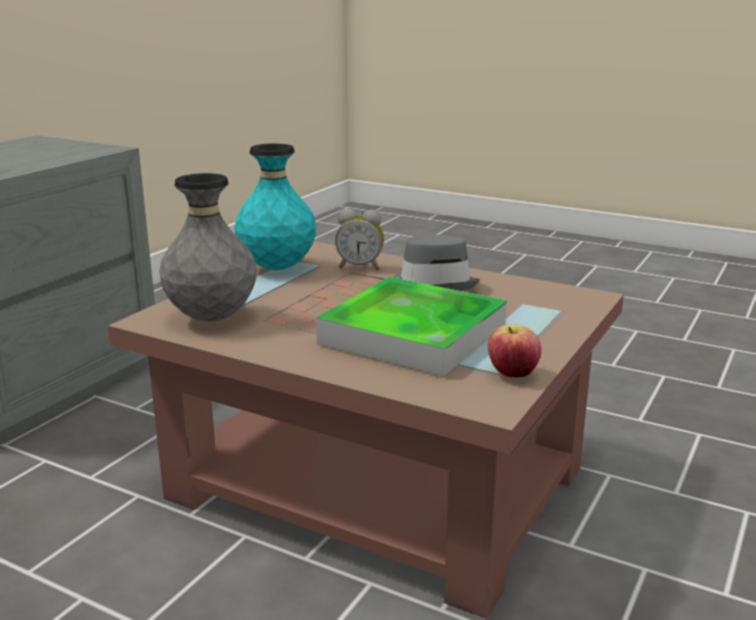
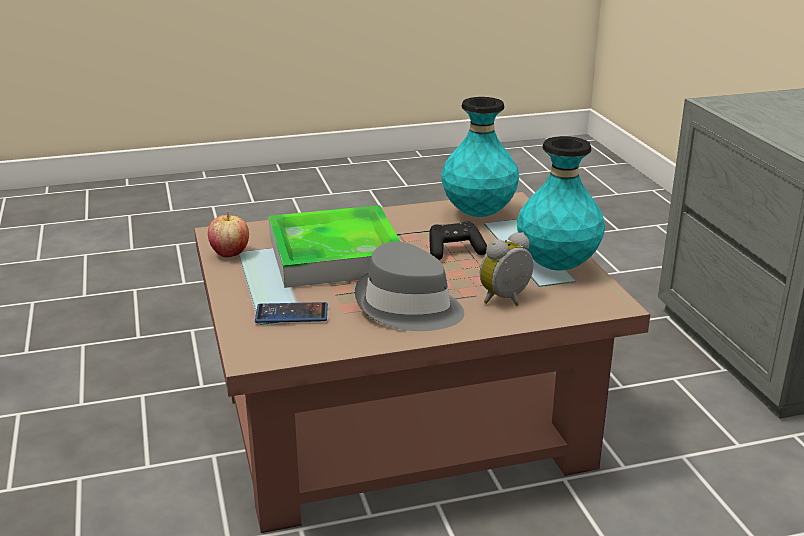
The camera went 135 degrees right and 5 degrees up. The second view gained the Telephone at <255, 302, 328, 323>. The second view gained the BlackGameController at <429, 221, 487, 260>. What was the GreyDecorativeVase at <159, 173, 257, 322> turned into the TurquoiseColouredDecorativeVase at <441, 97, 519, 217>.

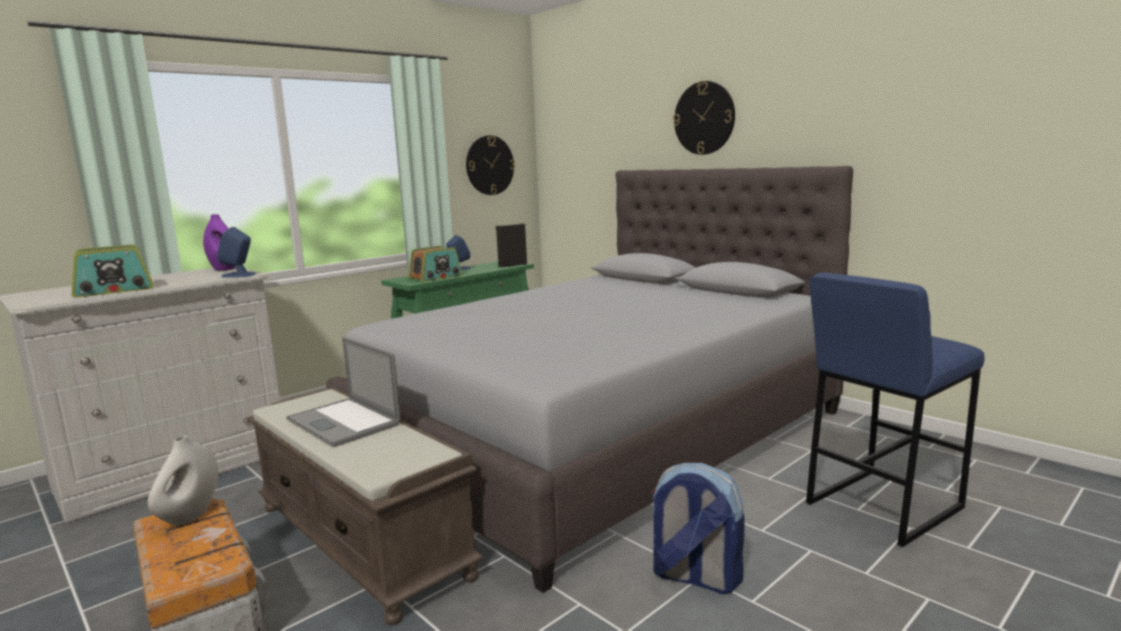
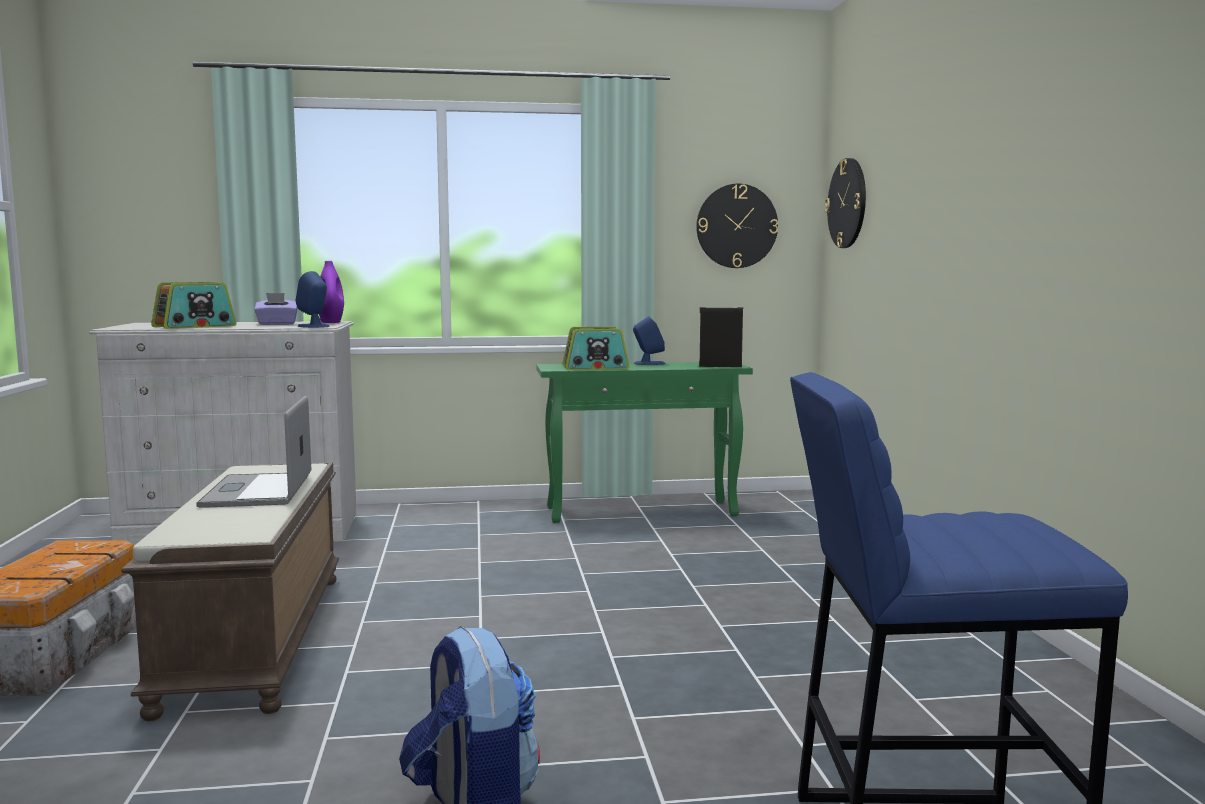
The camera went 35 degrees right and 5 degrees down. The second view lost the WhitishDecorativeVase at <148, 436, 218, 525>. The second view lost the GreySleepingBed at <326, 166, 853, 593>. The second view gained the PurpleBoxOfTissues at <254, 293, 298, 325>. The WallClock ended up elsewhere, having gone from <673, 81, 735, 155> to <825, 158, 866, 248>. The RadioSet at <72, 244, 154, 297> ended up facing another way, 45 degrees counterclockwise from before.

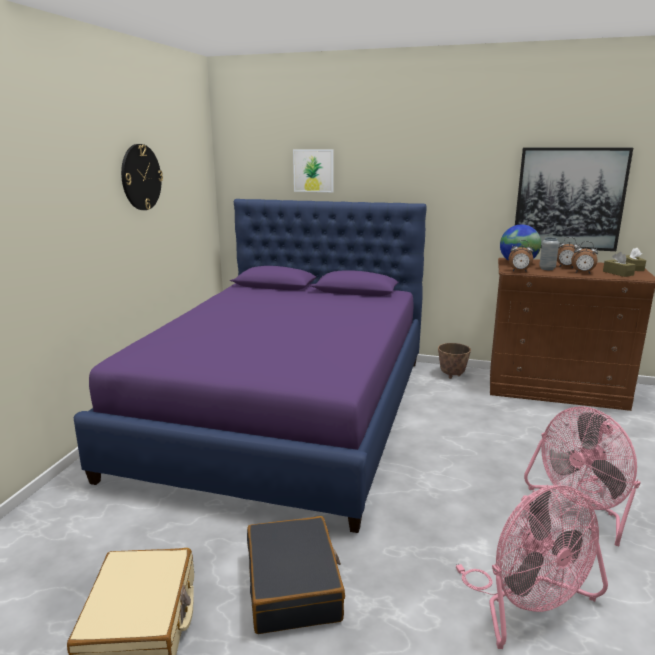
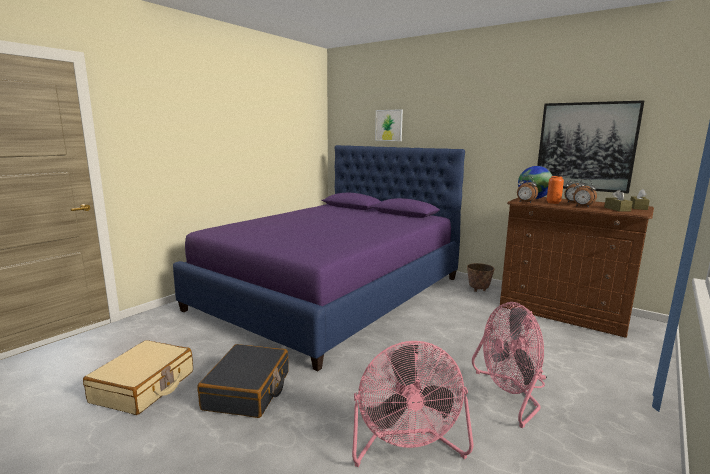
The camera went 20 degrees right and 5 degrees down. The second view lost the WallClock at <121, 144, 163, 210>. What was the GreyDecorativeVase at <539, 237, 559, 270> turned into the OrangeyDecorativeVase at <547, 176, 564, 204>.

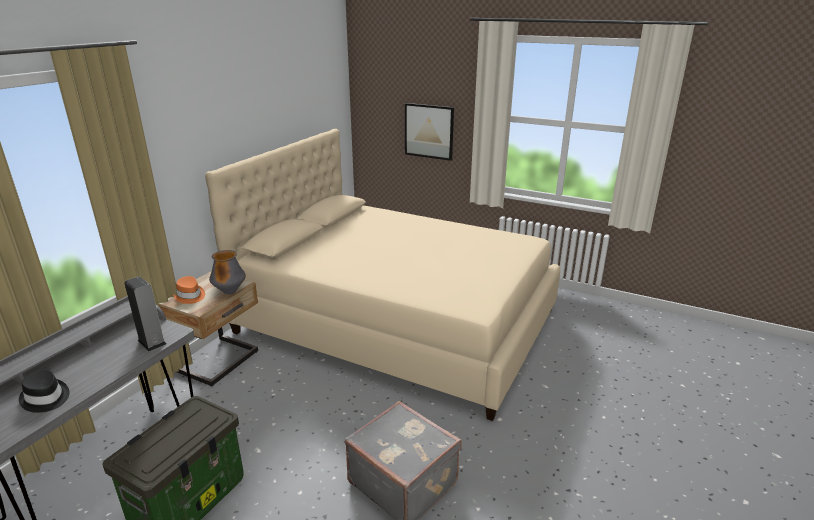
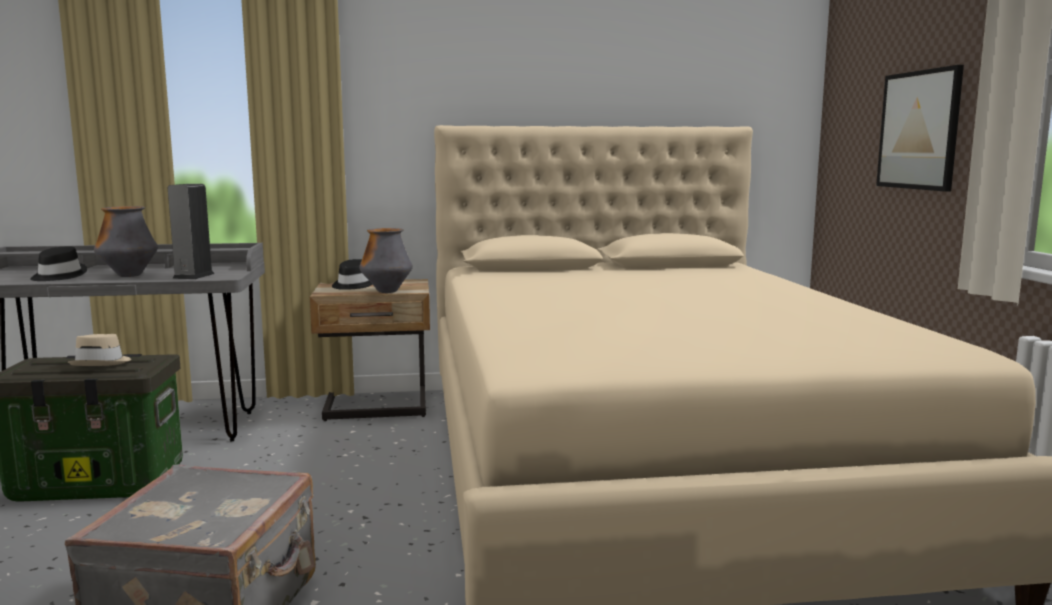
The camera went 55 degrees right and 15 degrees down. The second view gained the BeigeClothingHat at <68, 334, 131, 366>. The second view gained the DecorativeVase at <94, 206, 158, 277>. What was the OrangeyClothingHat at <173, 276, 205, 304> turned into the BlackClothingHat at <332, 259, 373, 290>.

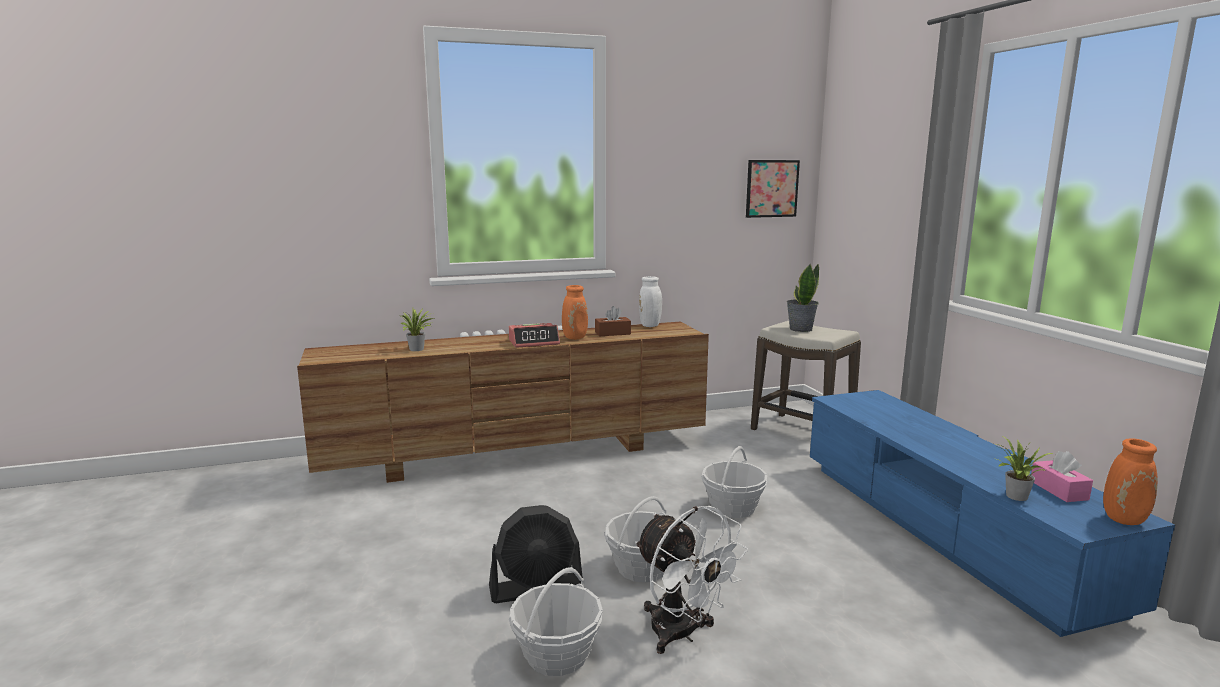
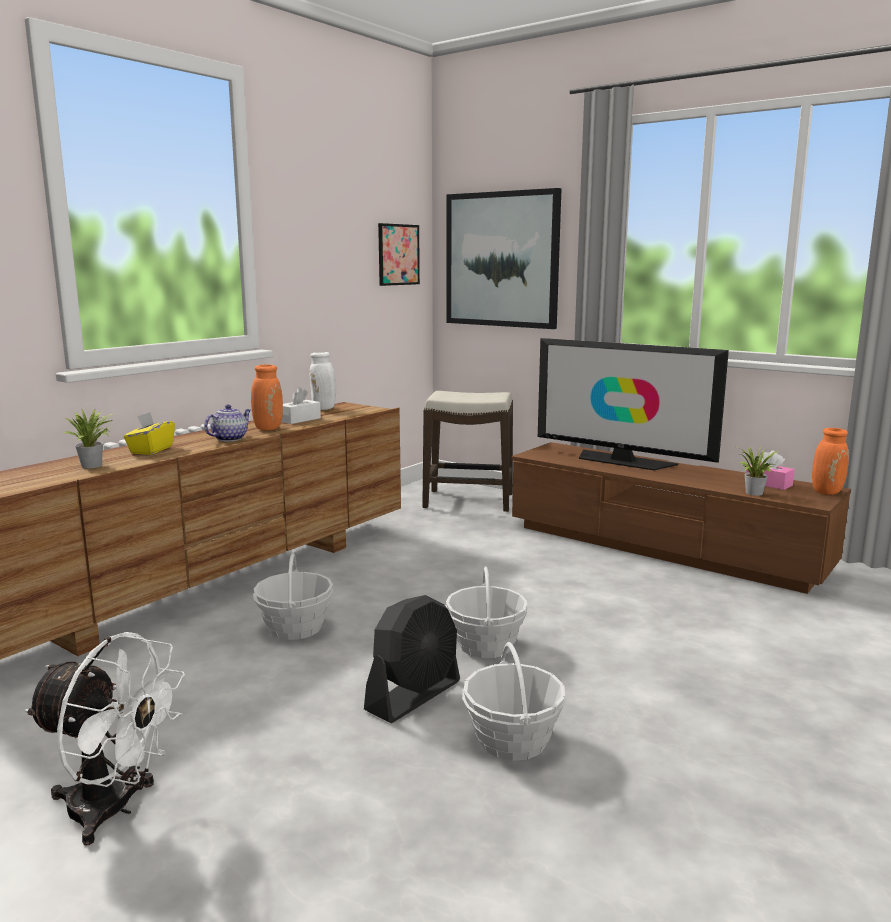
The camera went 35 degrees left and 0 degrees up. The second view lost the PottedPlant at <787, 263, 819, 332>. The second view gained the YellowishBoxOfTissues at <124, 412, 175, 455>. The second view gained the Picture at <446, 188, 562, 329>. The second view gained the Tv at <538, 338, 729, 470>. The WhitishElectricFan ended up elsewhere, having gone from <635, 506, 748, 654> to <25, 632, 185, 845>. The Basket ended up elsewhere, having gone from <701, 446, 767, 518> to <253, 553, 333, 640>. Where the AlarmClock stood at <509, 323, 560, 348>, the PotForTea came to stand at <204, 405, 251, 442>. What was the BrownBoxOfTissues at <595, 306, 631, 336> turned into the WhitishBoxOfTissues at <281, 387, 321, 424>. What was the BlueMediaConsole at <810, 390, 1175, 637> turned into the BrownMediaConsole at <511, 442, 851, 594>.

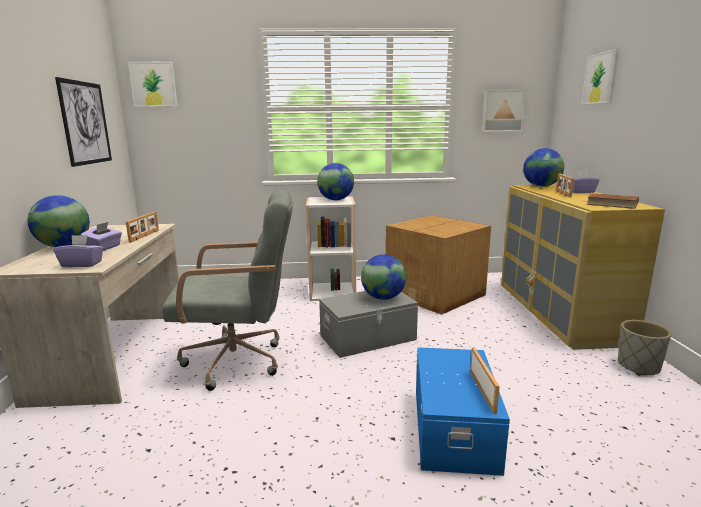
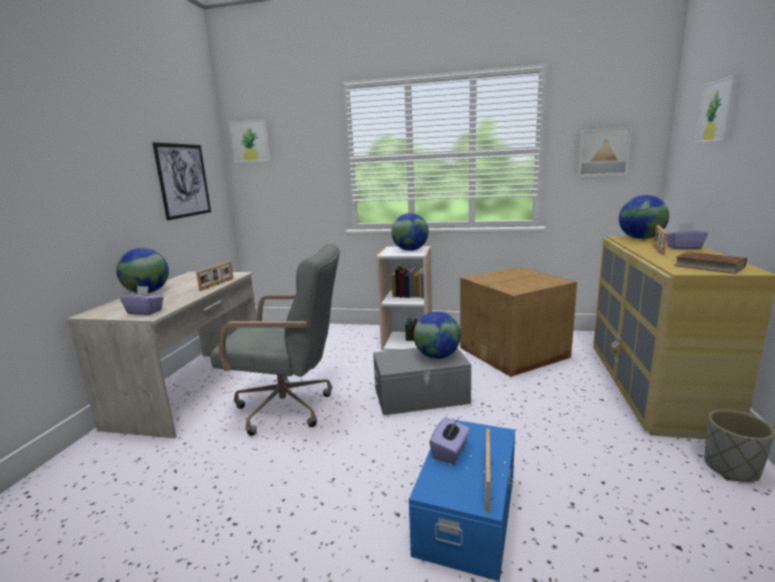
The camera went 15 degrees right and 0 degrees up. The PurpleBoxOfTissues ended up elsewhere, having gone from <80, 222, 122, 251> to <429, 417, 470, 464>.

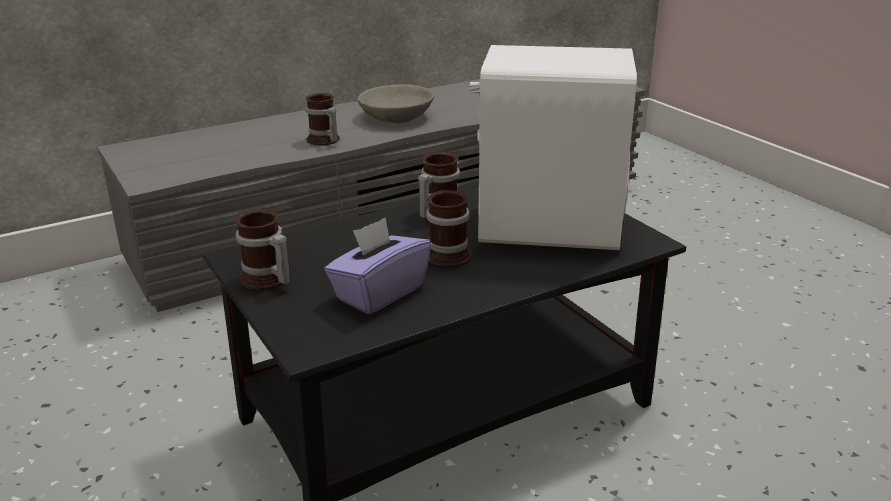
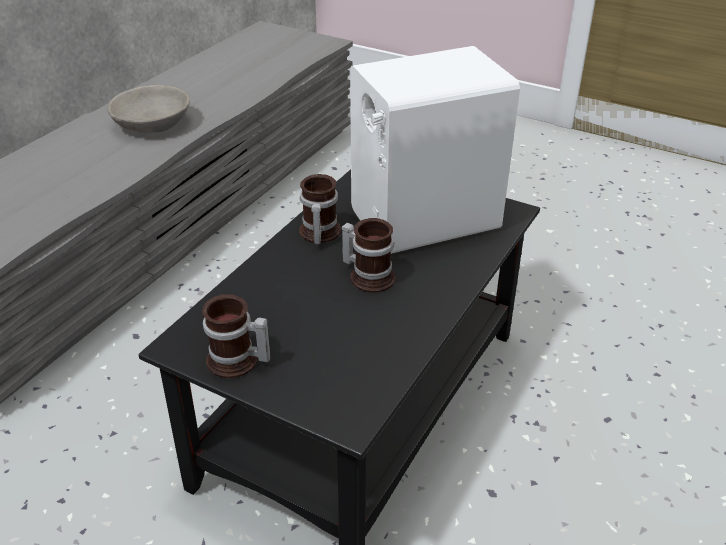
The camera went 30 degrees left and 10 degrees up. The second view lost the TeaMug at <306, 93, 340, 145>. The second view lost the PurpleBoxOfTissues at <324, 217, 431, 314>.

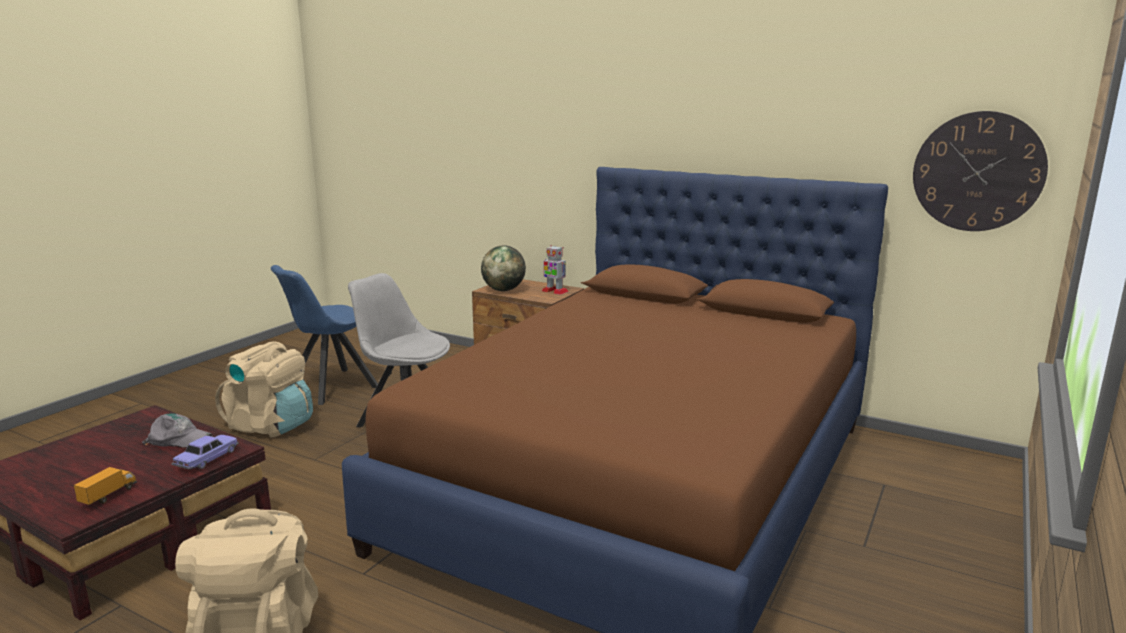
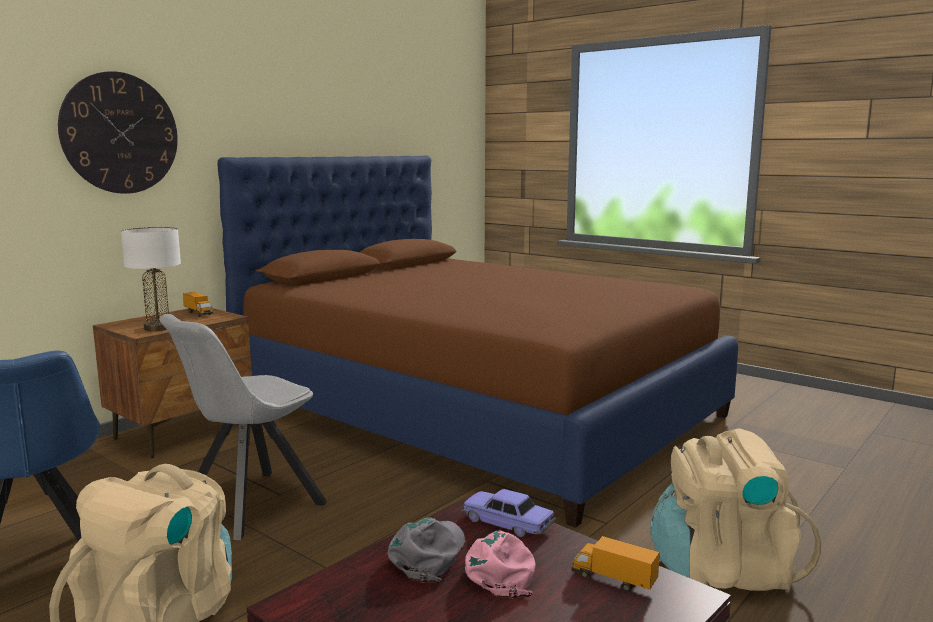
The camera went 80 degrees left and 5 degrees down. The second view gained the PinkColouredBaseballCap at <465, 531, 536, 599>. The WallClock ended up elsewhere, having gone from <913, 111, 1048, 231> to <58, 71, 178, 194>. Where the DeskGlobe stood at <481, 245, 526, 291>, the TabletopLamp came to stand at <121, 227, 181, 331>. Where the RobotFigure stood at <542, 245, 569, 295>, the ToyTruck came to stand at <183, 292, 213, 317>.

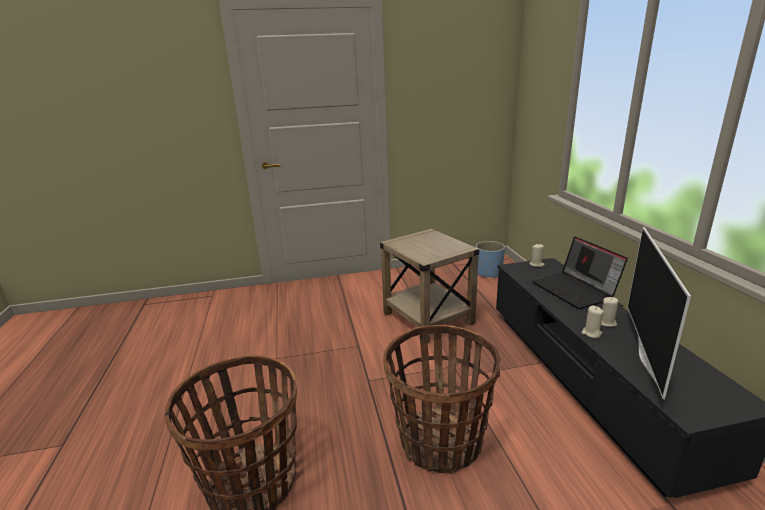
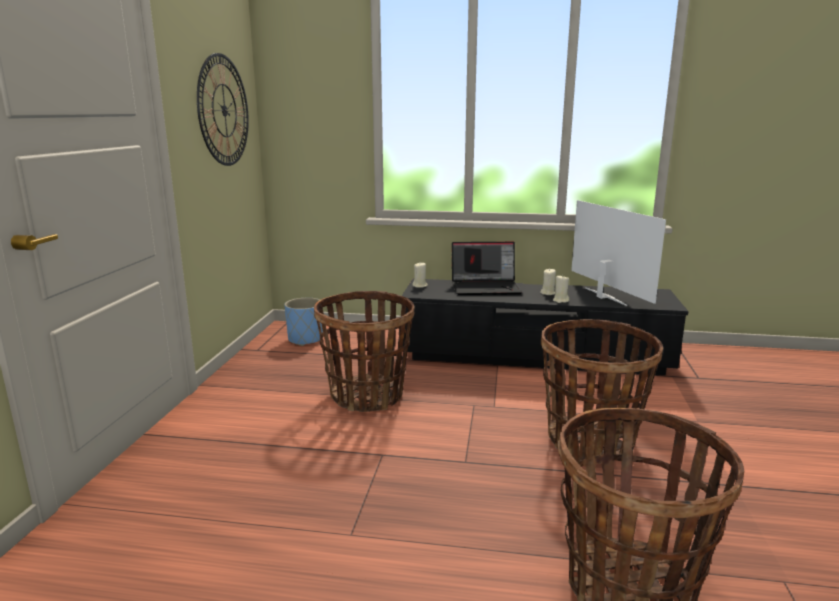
The camera went 70 degrees left and 5 degrees down. The second view gained the WallClock at <197, 53, 249, 166>. Where the BeigeAccentTable stood at <380, 229, 479, 343>, the Basket came to stand at <314, 291, 415, 412>. The Tv at <627, 227, 691, 399> ended up facing another way, 150 degrees counterclockwise from before.

